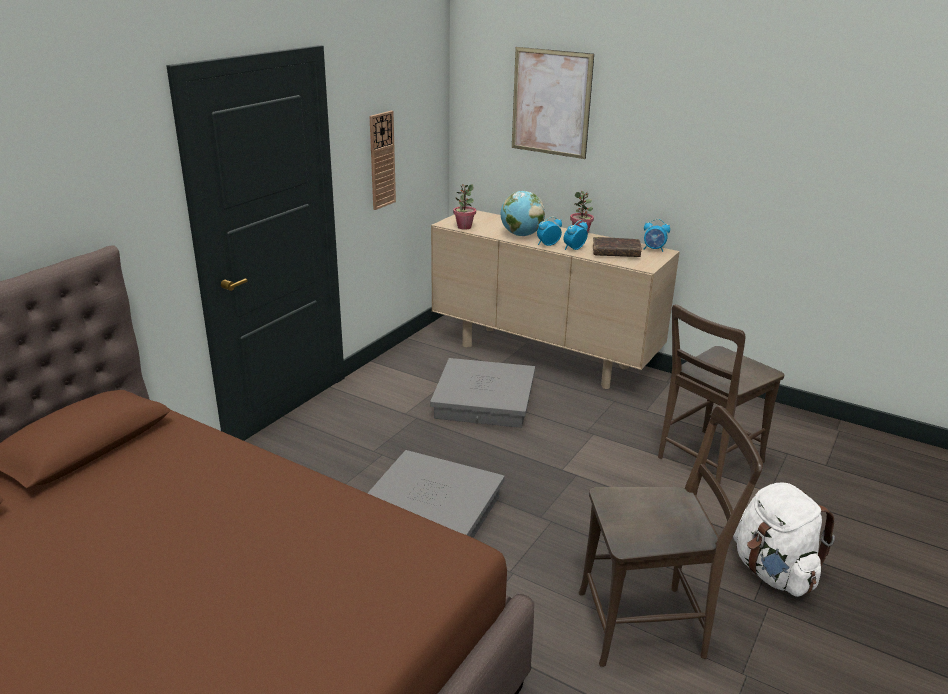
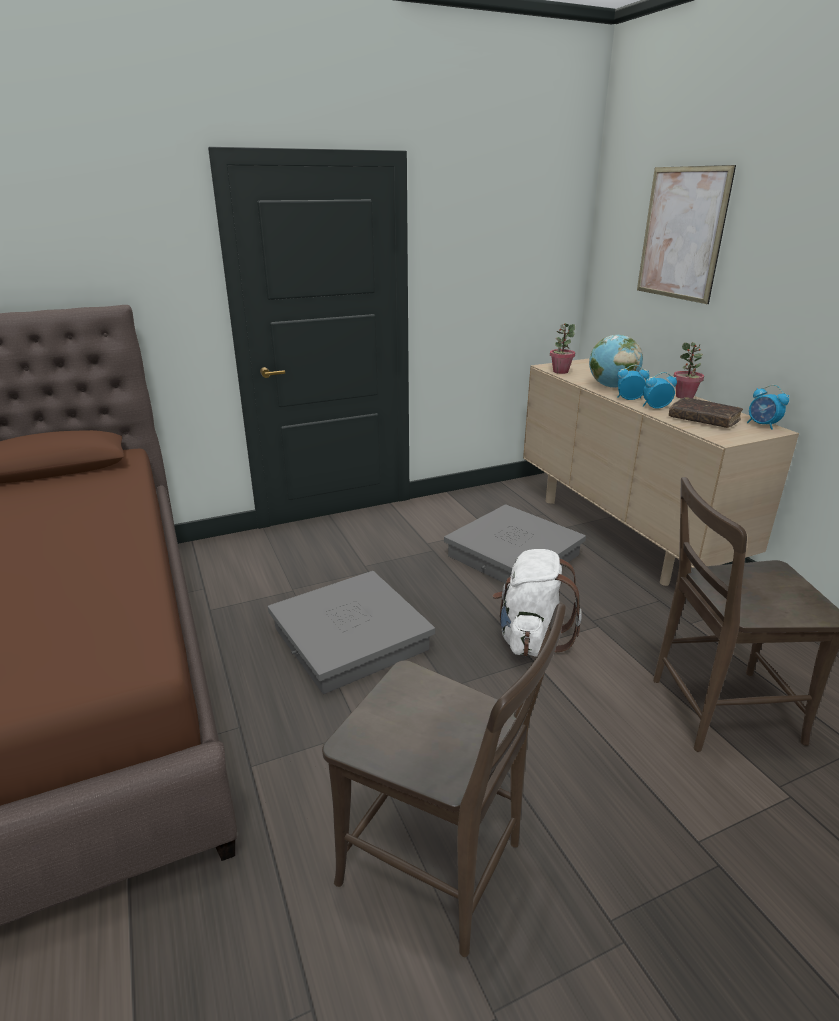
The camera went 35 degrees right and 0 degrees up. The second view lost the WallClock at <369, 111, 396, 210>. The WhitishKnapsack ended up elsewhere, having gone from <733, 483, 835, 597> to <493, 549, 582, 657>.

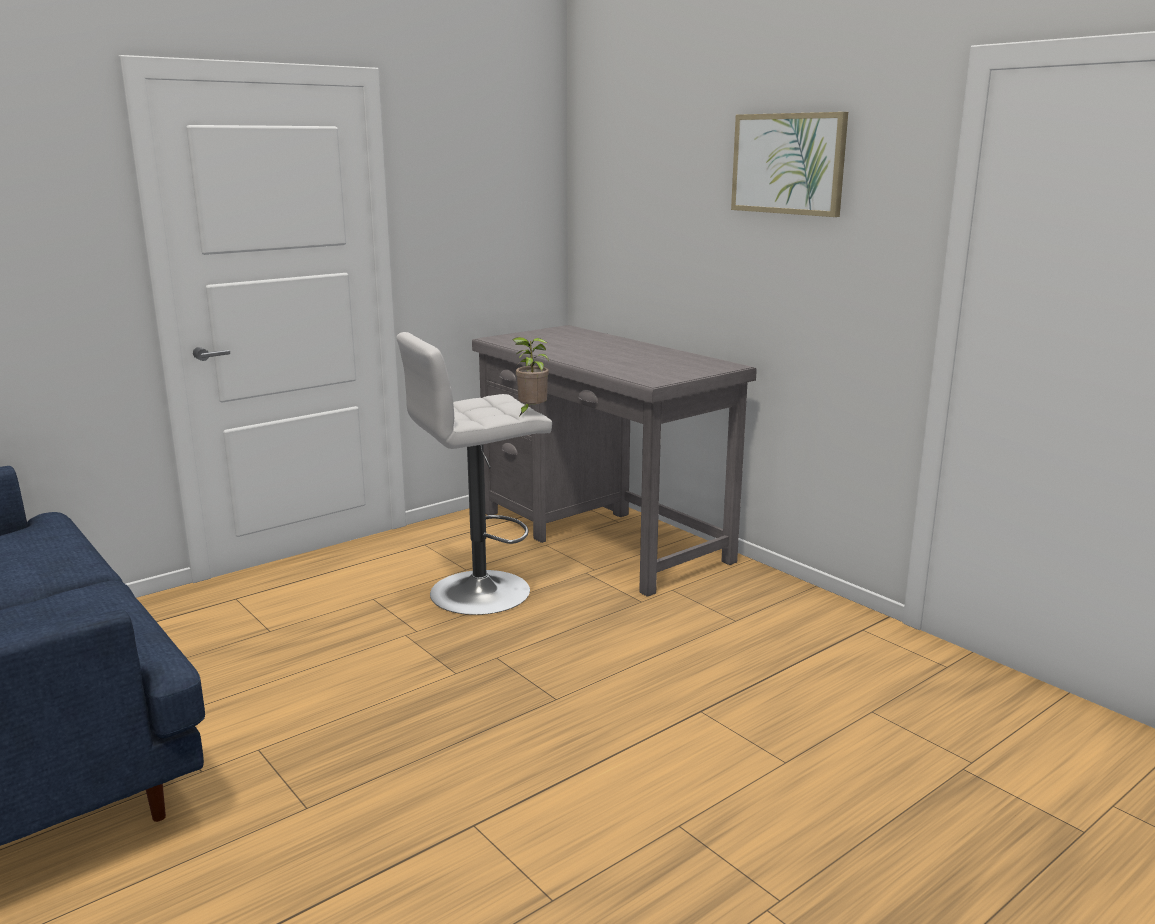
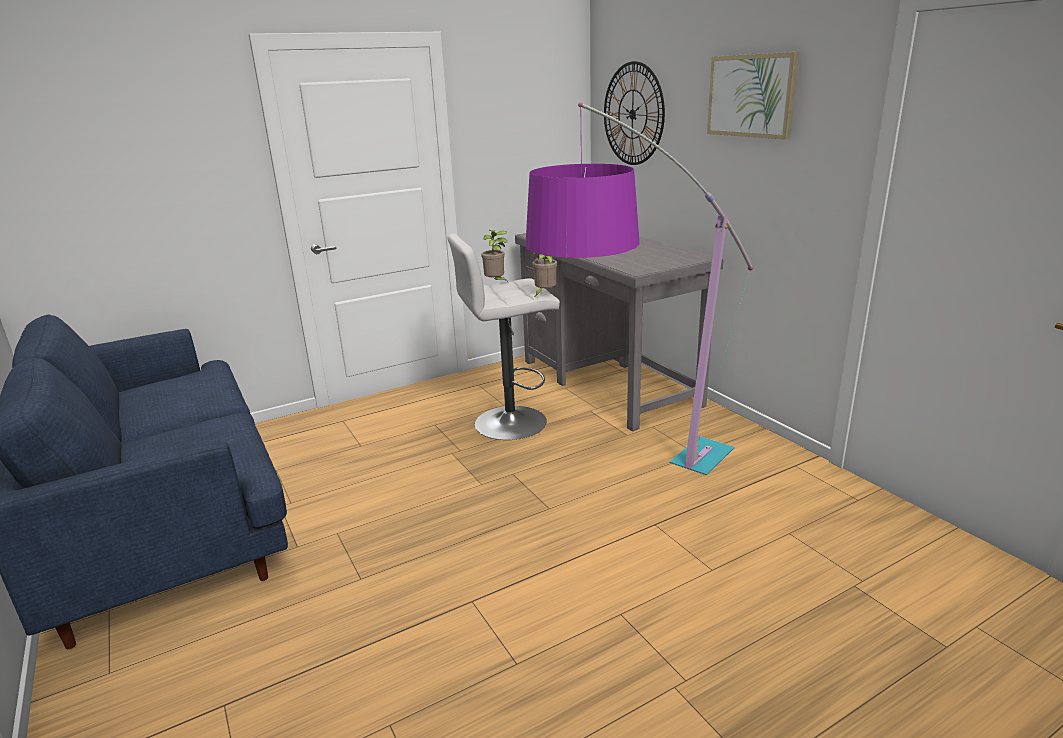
The camera went 10 degrees right and 5 degrees up. The second view gained the PottedPlant at <481, 230, 508, 282>. The second view gained the FloorLamp at <525, 102, 754, 475>. The second view gained the WallClock at <604, 61, 665, 165>.

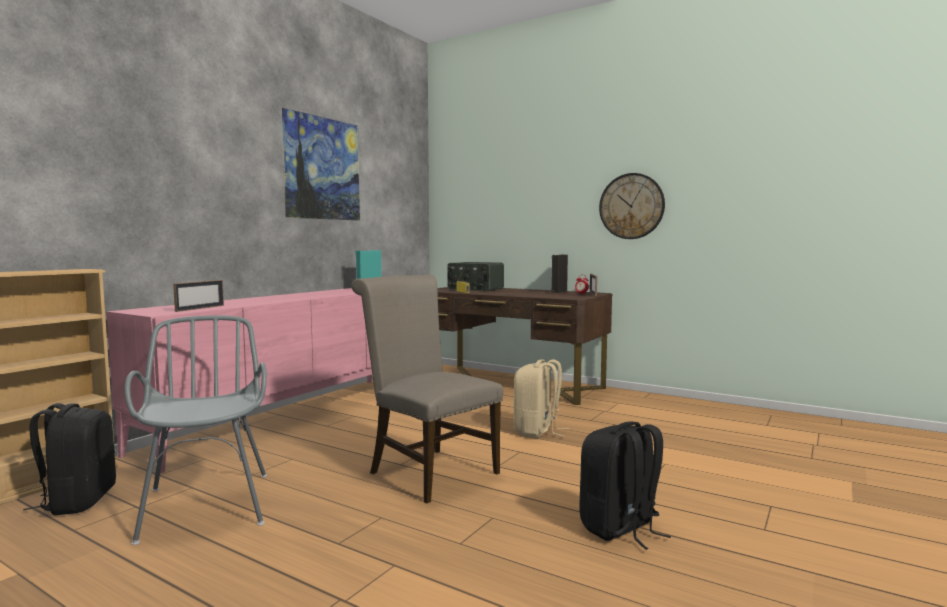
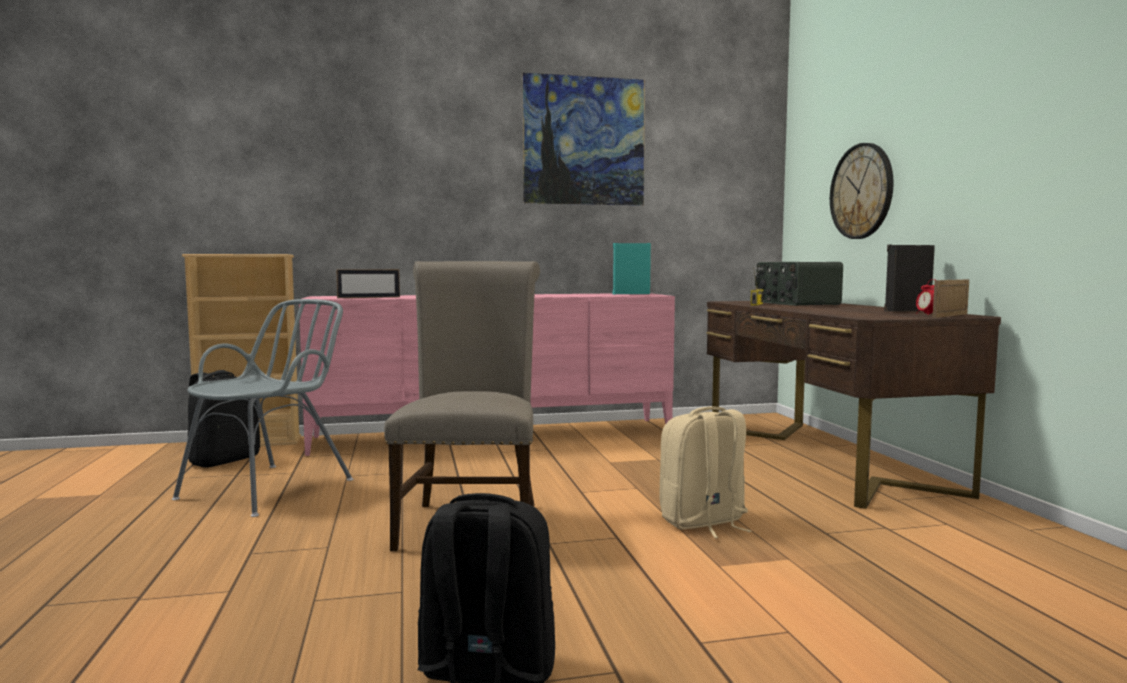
The camera went 45 degrees right and 0 degrees up. The WallClock ended up elsewhere, having gone from <599, 173, 665, 239> to <830, 143, 894, 239>.

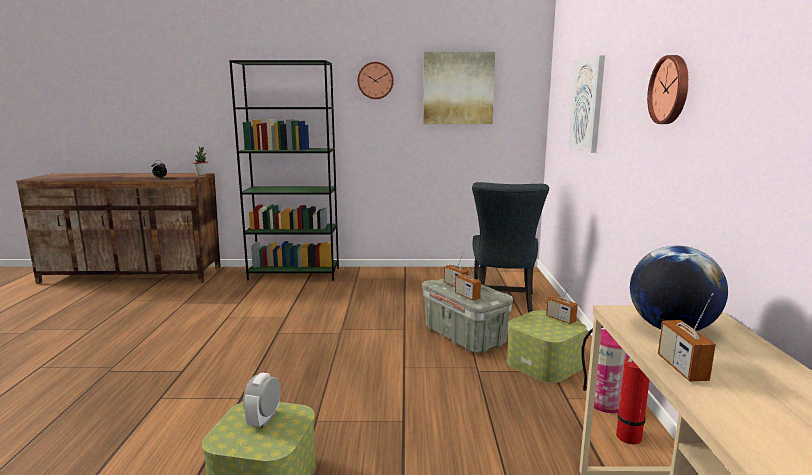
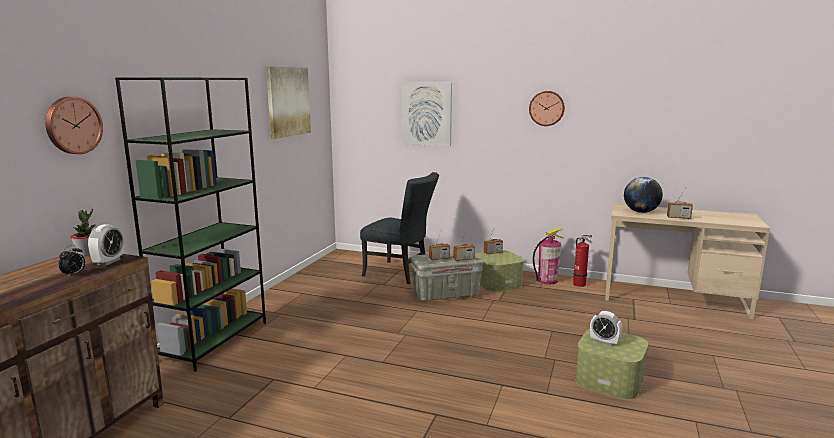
The camera went 70 degrees left and 0 degrees up. The second view gained the AlarmClock at <88, 224, 124, 266>. The WallClock ended up elsewhere, having gone from <358, 62, 394, 99> to <45, 97, 103, 154>.

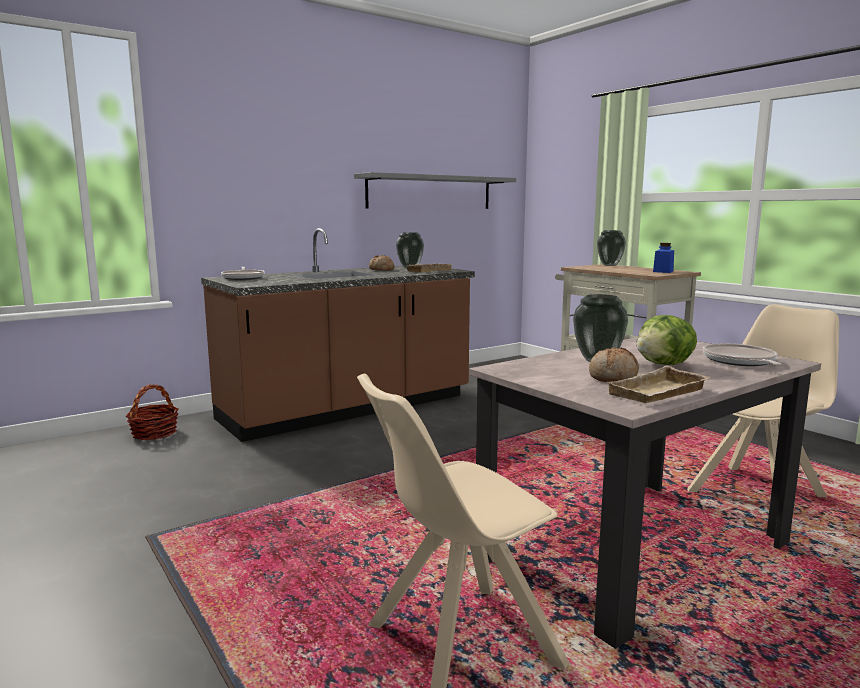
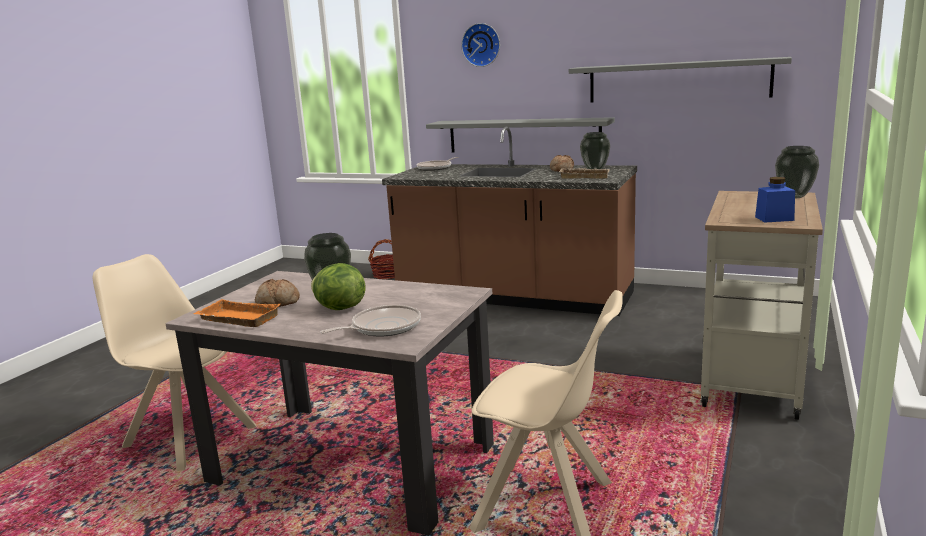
The camera went 60 degrees right and 5 degrees up. The second view gained the GreyBracketShelf at <426, 117, 615, 153>. The second view gained the WallClock at <461, 23, 500, 67>. What was the BeigeCarryingTray at <607, 366, 711, 403> turned into the OrangeyCarryingTray at <193, 299, 280, 327>.

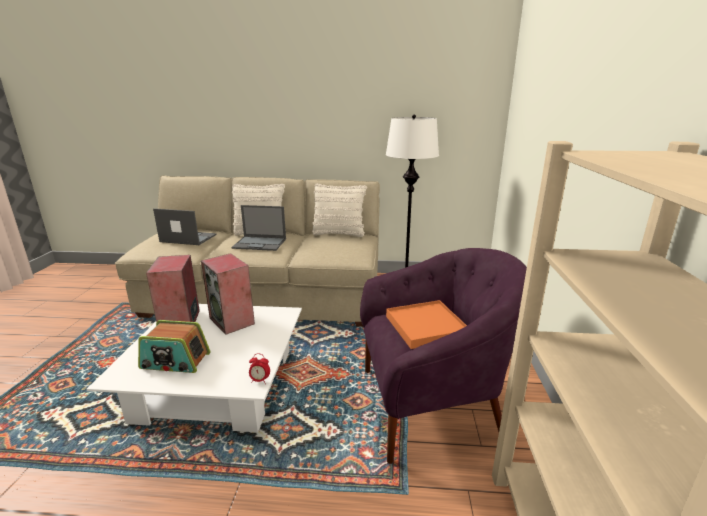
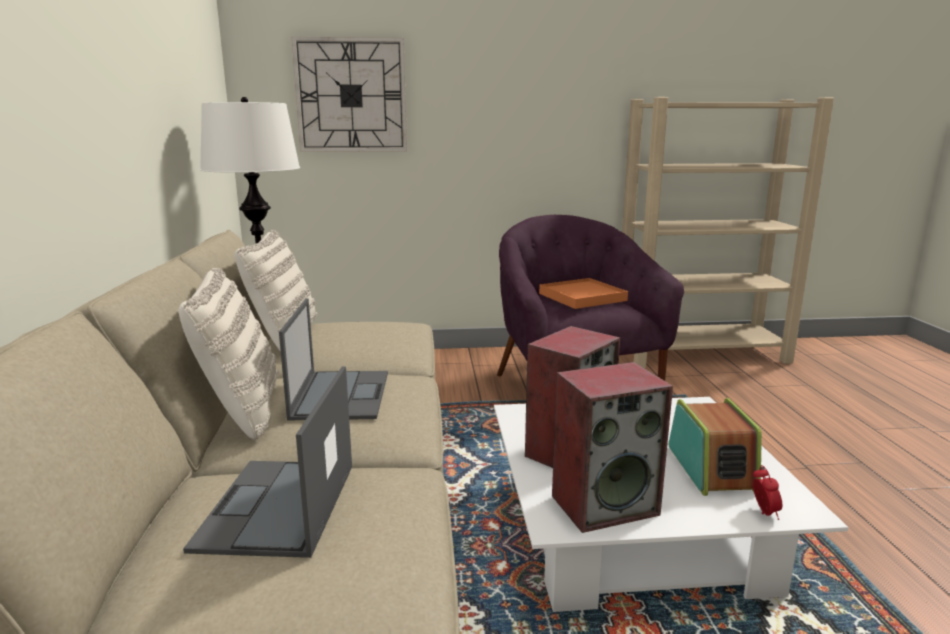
The camera went 100 degrees left and 5 degrees down. The second view gained the WallClock at <291, 37, 407, 152>. The AlarmClock ended up elsewhere, having gone from <249, 354, 270, 384> to <753, 465, 782, 520>.

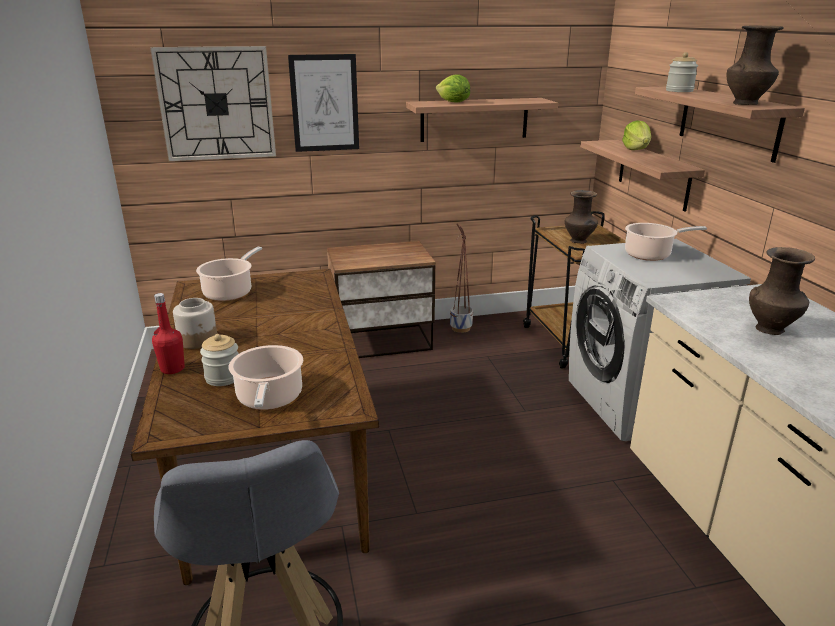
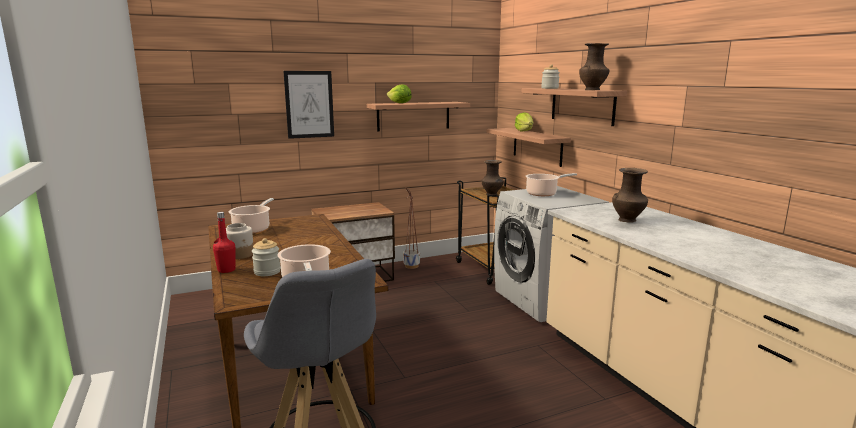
The camera went 10 degrees left and 10 degrees down. The second view lost the WallClock at <150, 46, 276, 161>.

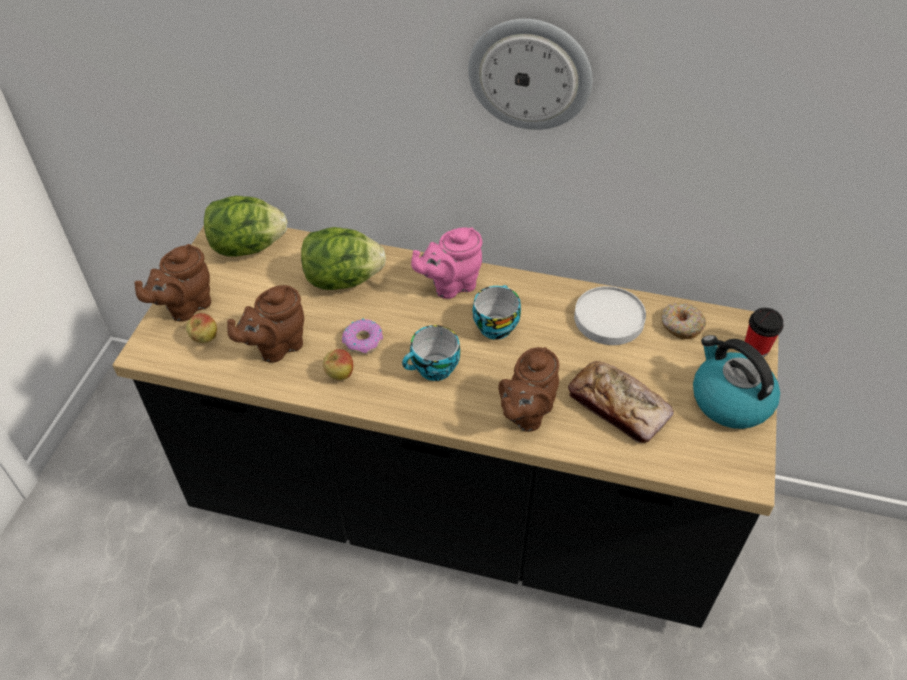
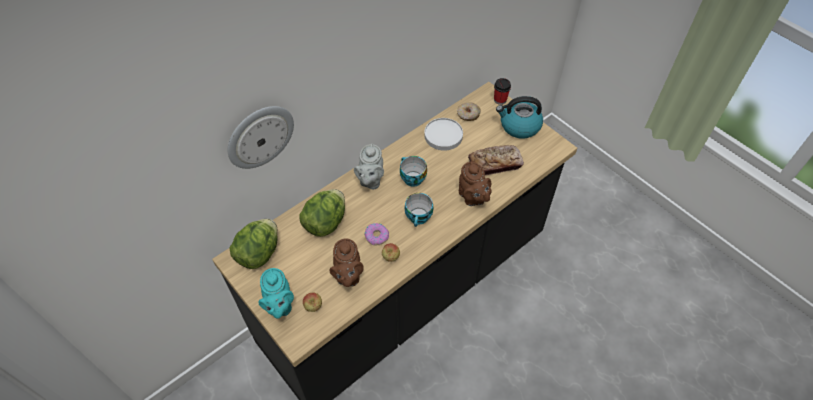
The camera went 55 degrees left and 5 degrees up. The WallClock ended up elsewhere, having gone from <468, 19, 593, 130> to <228, 106, 294, 169>. What was the BrownPotForTea at <134, 244, 211, 322> turned into the TurquoiseColouredPotForTea at <258, 268, 294, 319>. What was the PinkColouredPotForTea at <411, 227, 482, 299> turned into the GreyPotForTea at <354, 144, 384, 190>.

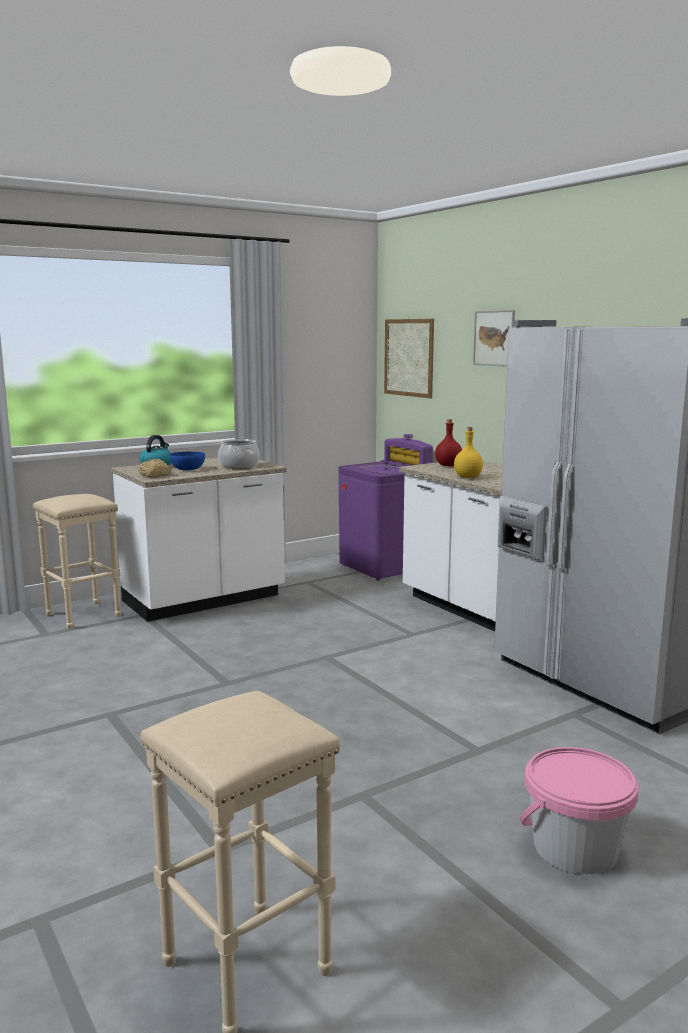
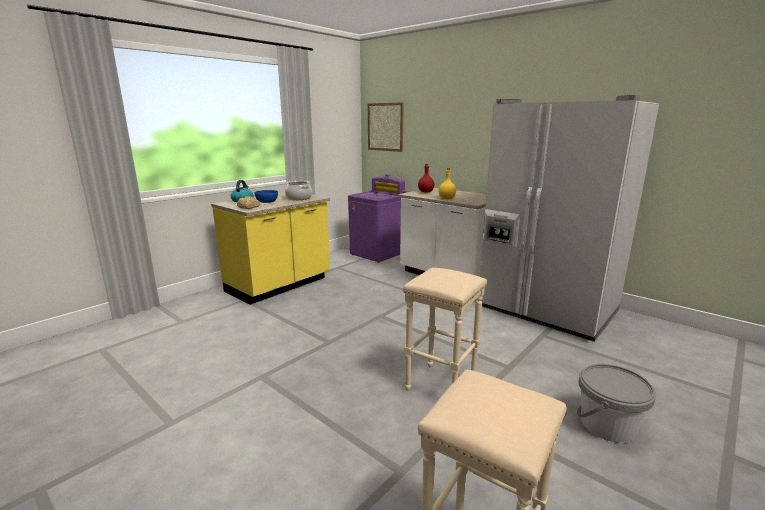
The camera went 15 degrees left and 5 degrees up. The second view lost the Picture at <473, 310, 515, 367>. The BeigeStoolSeat ended up elsewhere, having gone from <33, 494, 122, 629> to <403, 268, 487, 391>. What was the WhitishKitchenBaseUnit at <111, 458, 287, 622> turned into the YellowishKitchenBaseUnit at <211, 192, 330, 305>. What was the PinkColouredWaterBucket at <520, 747, 638, 874> turned into the GreyWaterBucket at <577, 364, 656, 443>.

